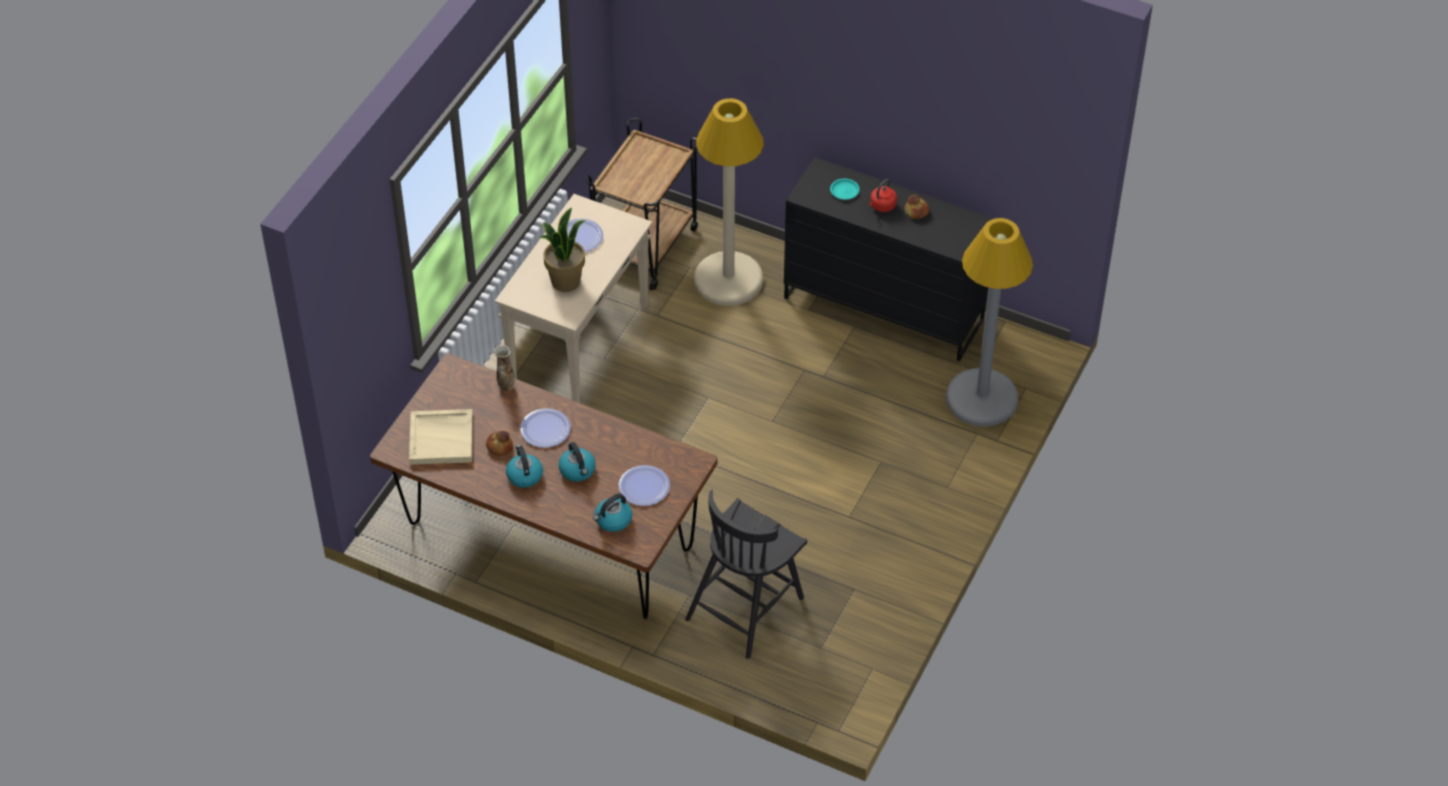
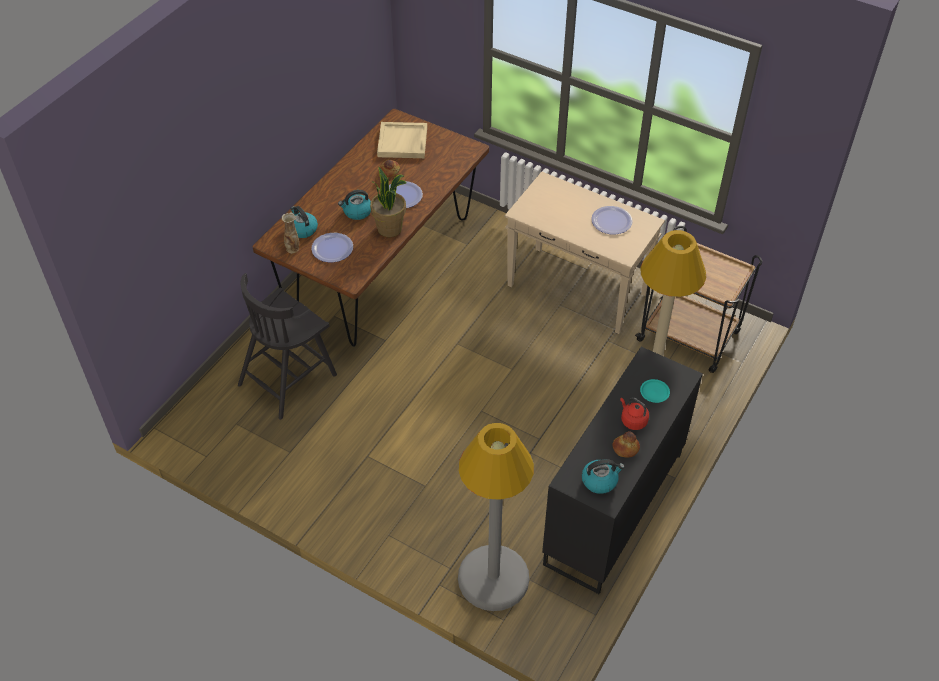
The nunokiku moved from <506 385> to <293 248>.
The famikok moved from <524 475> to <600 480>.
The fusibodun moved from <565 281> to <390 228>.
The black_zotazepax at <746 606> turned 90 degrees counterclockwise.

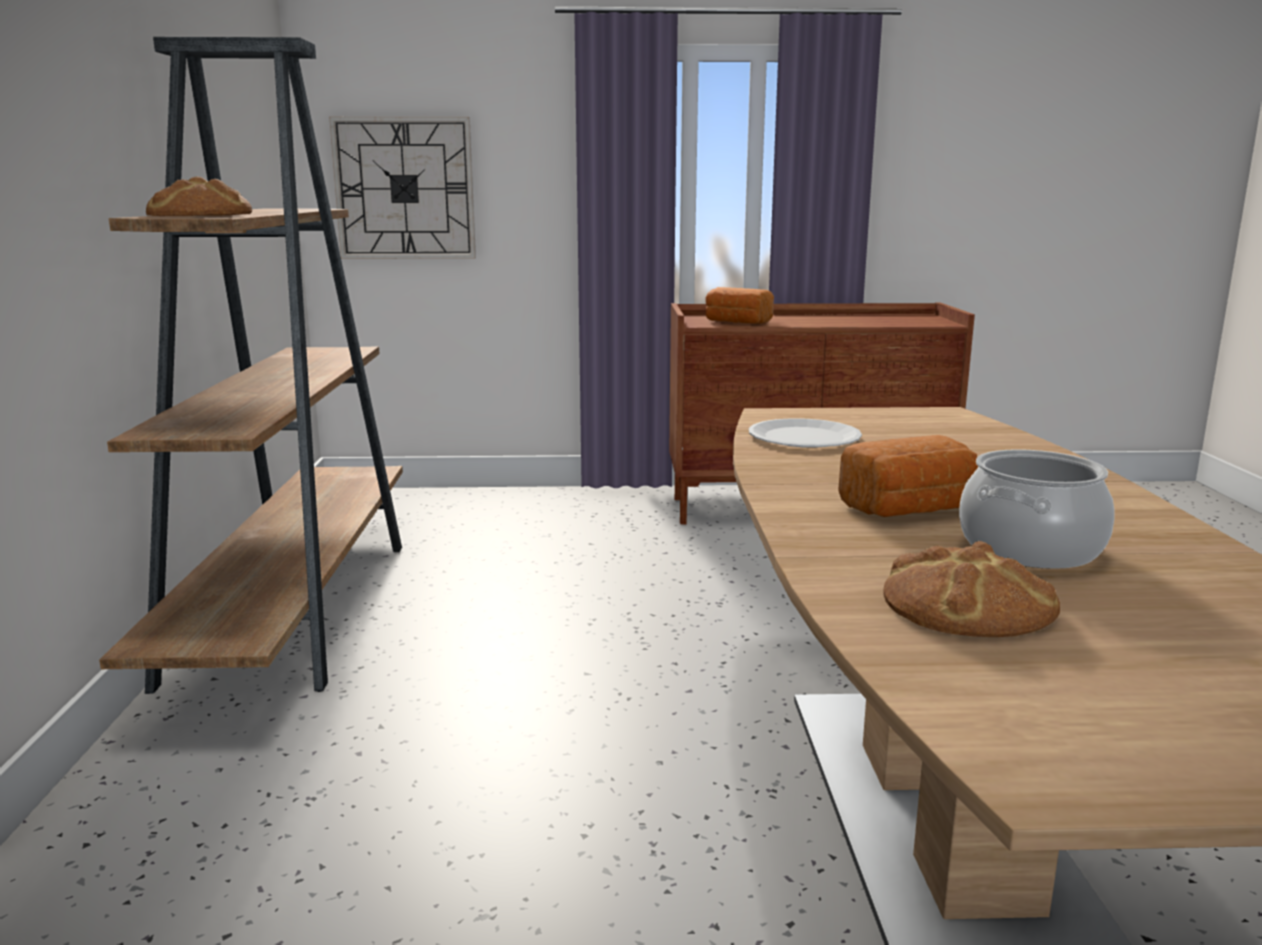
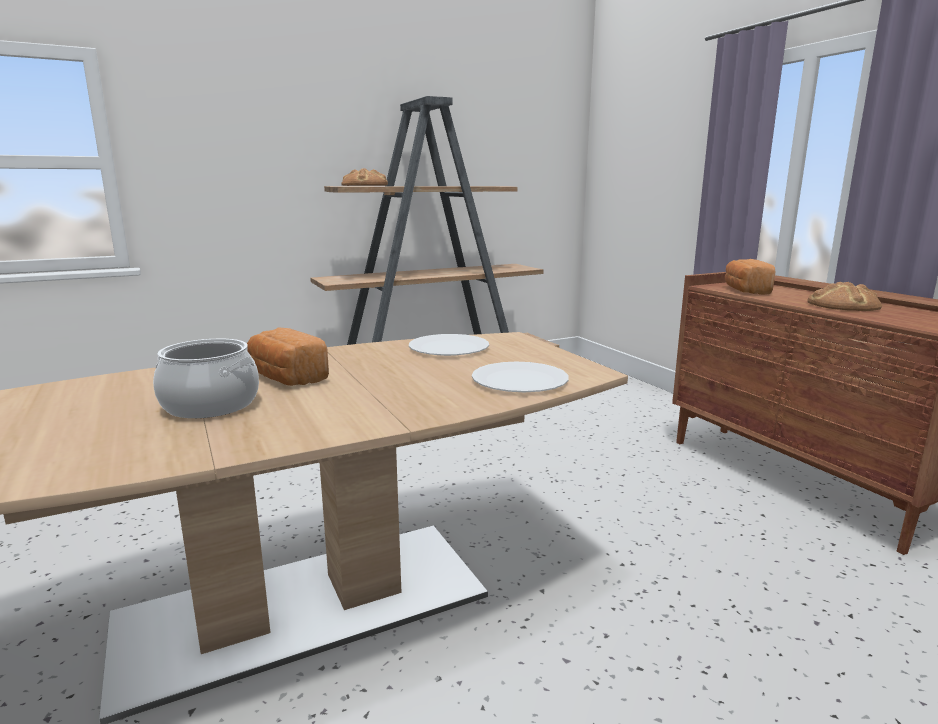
The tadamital at <404 189> disappeared.
The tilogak moved from <966 604> to <843 305>.
The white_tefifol at <520 380> appeared.

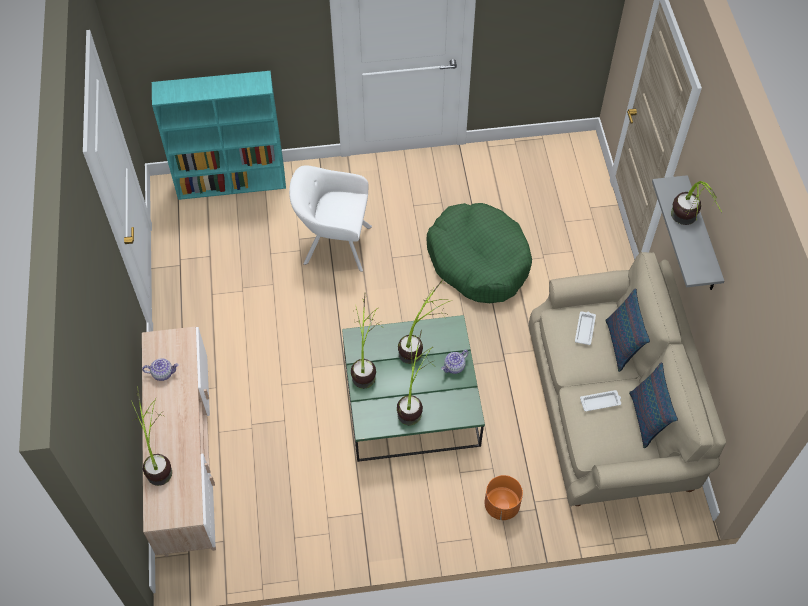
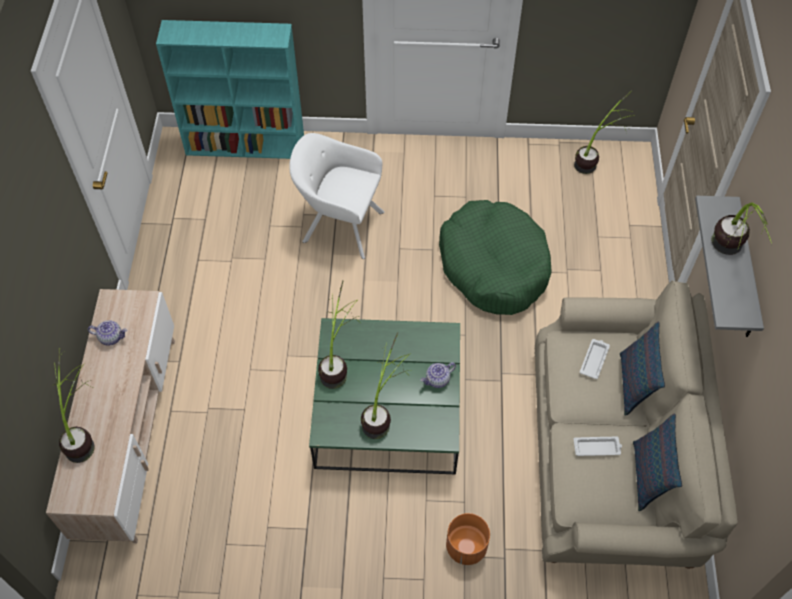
The fusibodun moved from <420 344> to <595 159>.

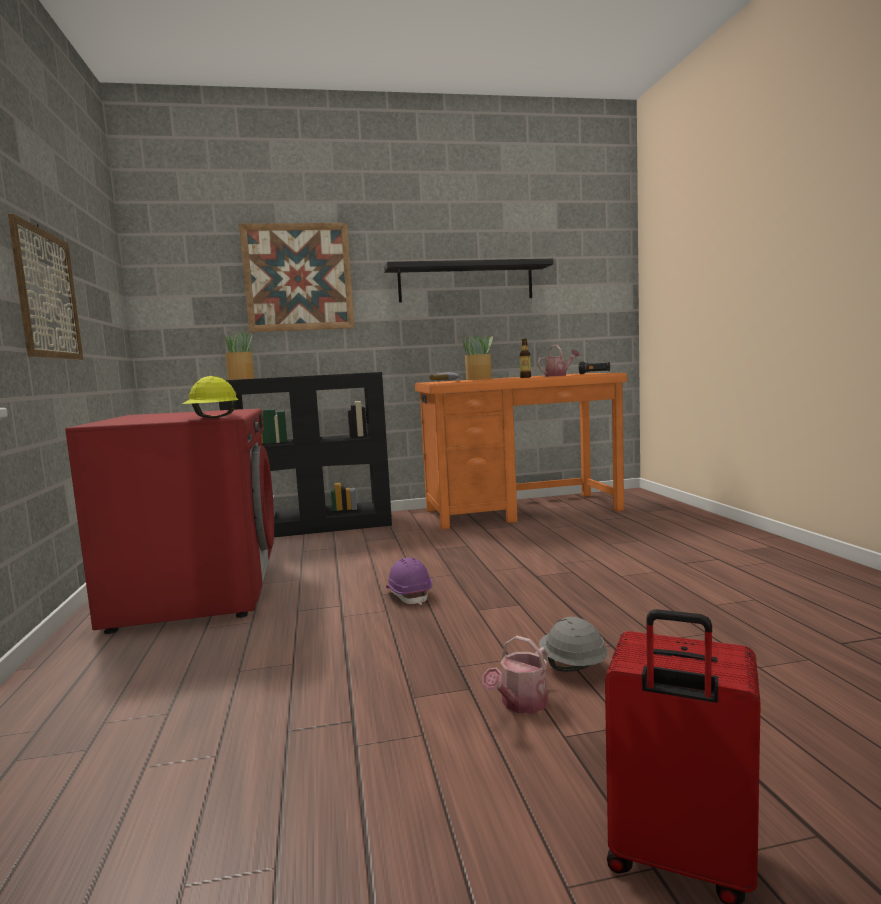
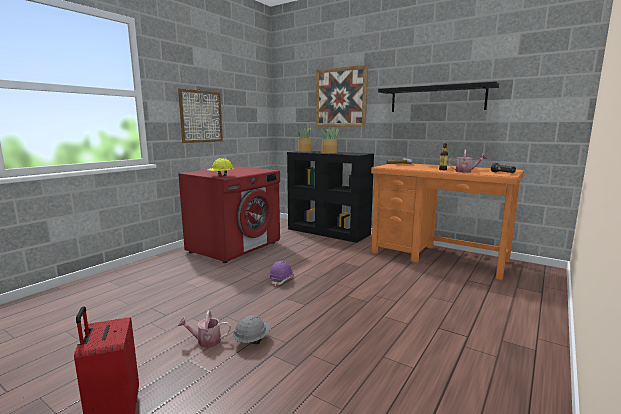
The fusibodun moved from <479 379> to <329 153>.

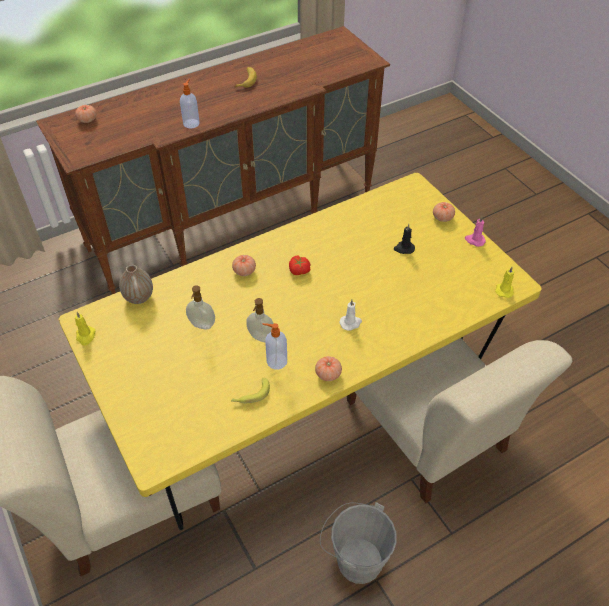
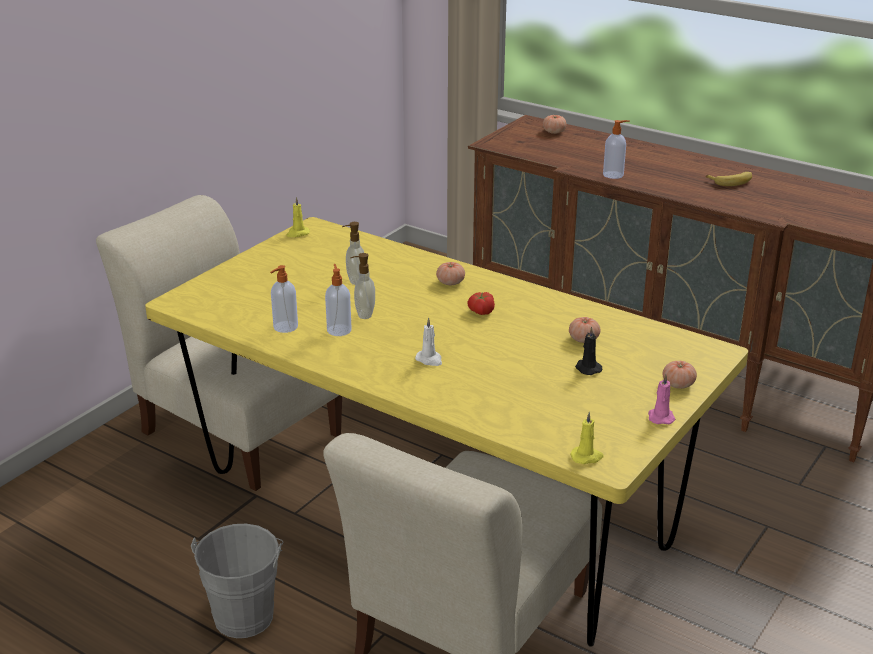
The nunokiku at <139 297> disappeared.
The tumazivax at <250 395> was replaced by the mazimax at <285 327>.
The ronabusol moved from <328 374> to <583 339>.

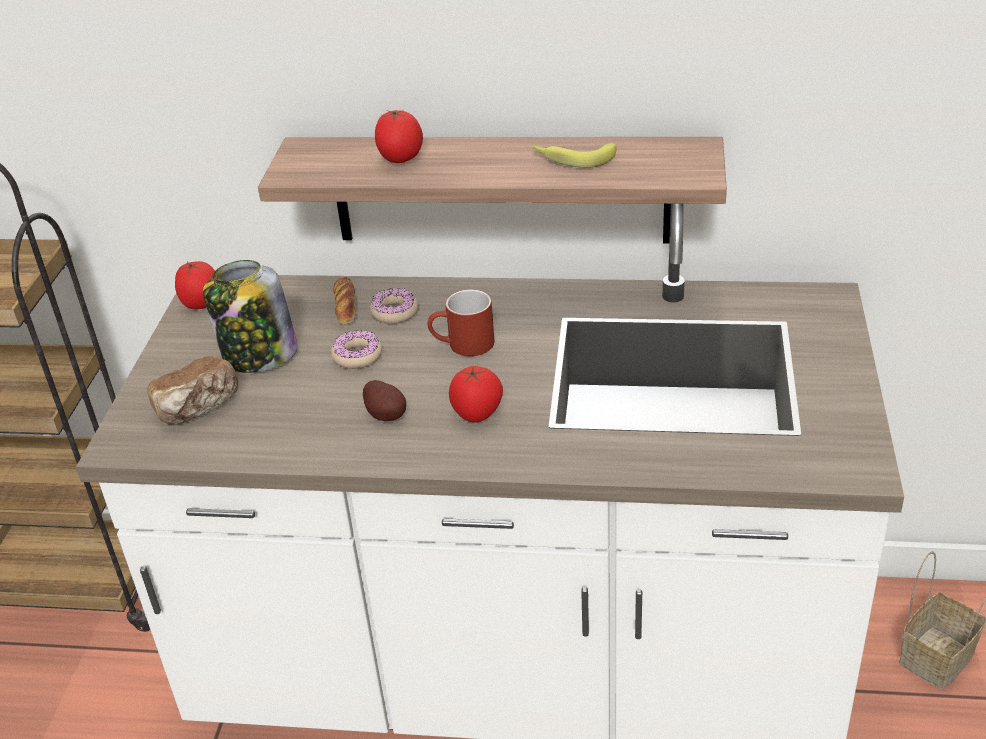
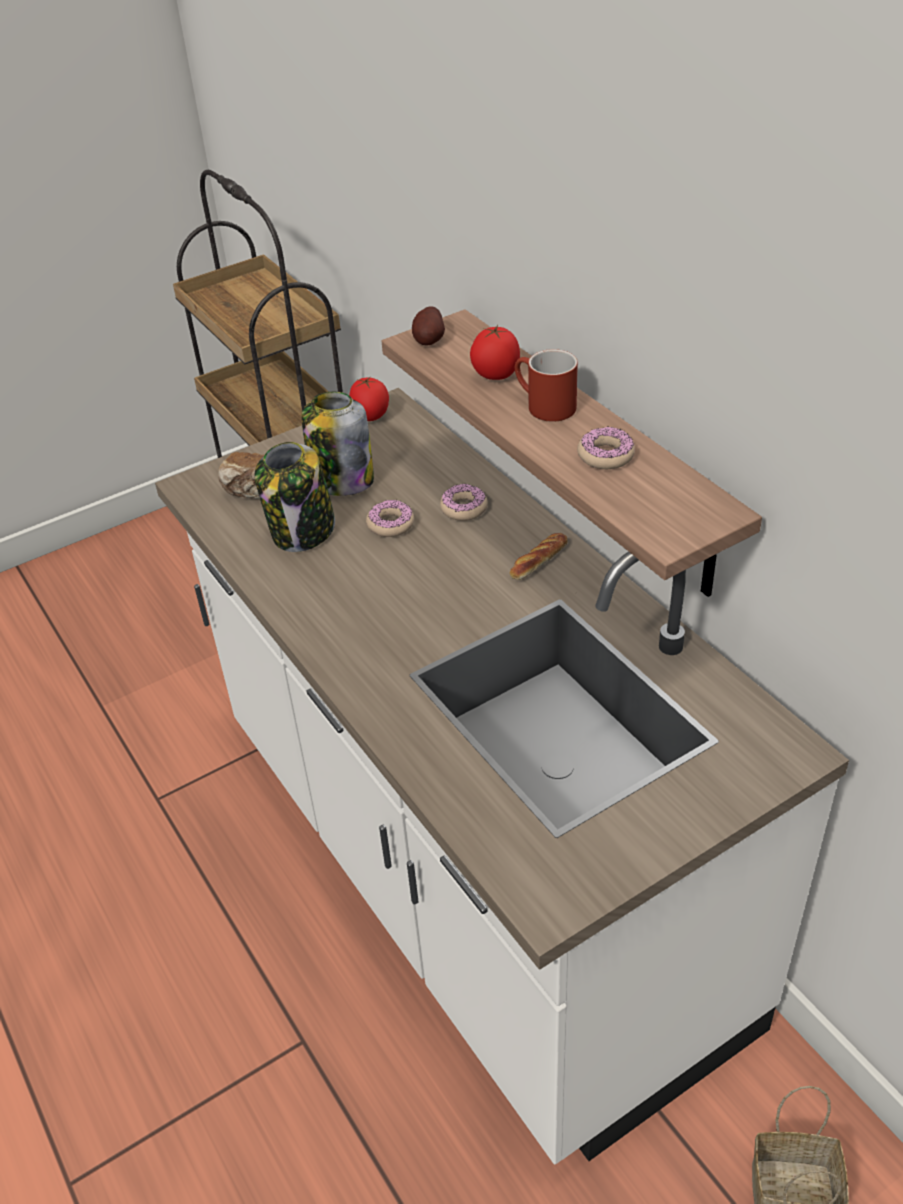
The tilogak moved from <345 305> to <539 561>.
The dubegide moved from <386 414> to <429 340>.
The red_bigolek moved from <463 346> to <543 406>.
The ronabusol at <477 414> disappeared.
The tumazivax at <573 159> was replaced by the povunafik at <605 455>.
The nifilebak at <302 531> appeared.

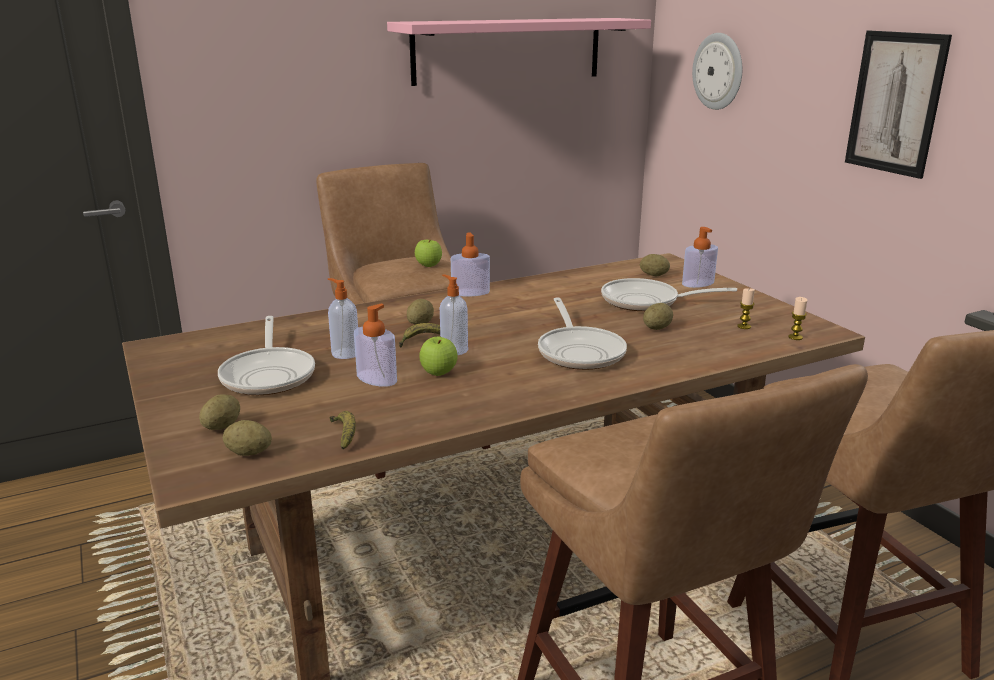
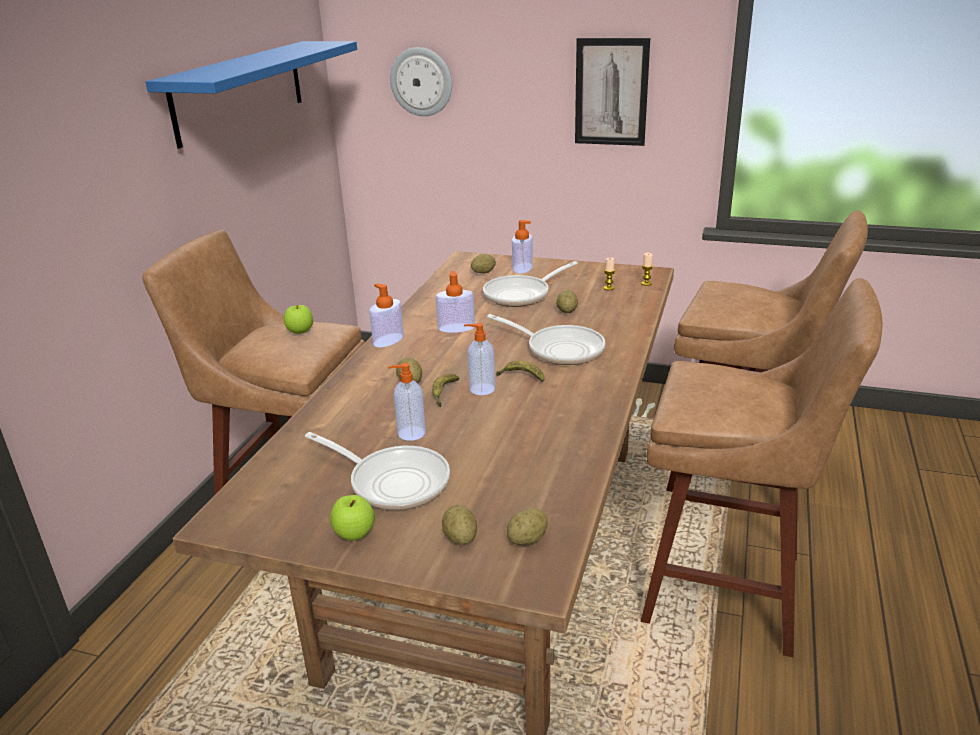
The tumazivax moved from <344 435> to <521 377>.
The mazimax moved from <377 378> to <456 328>.
The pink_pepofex at <508 50> became the blue_pepofex at <240 91>.
The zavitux moved from <439 373> to <354 534>.

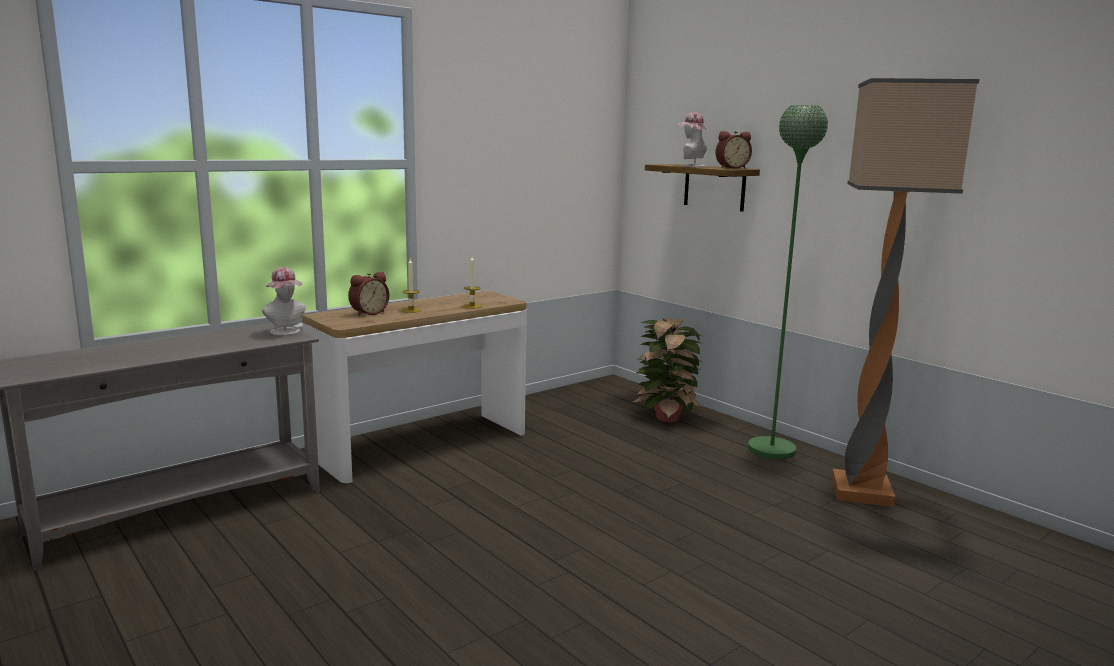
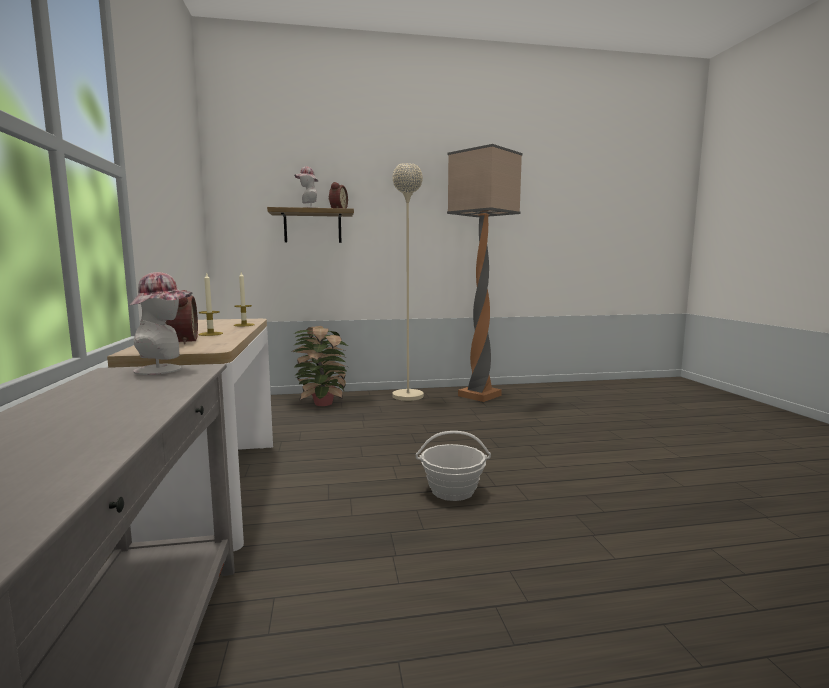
The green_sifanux at <772 450> became the beige_sifanux at <408 396>.
The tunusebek at <452 491> appeared.

